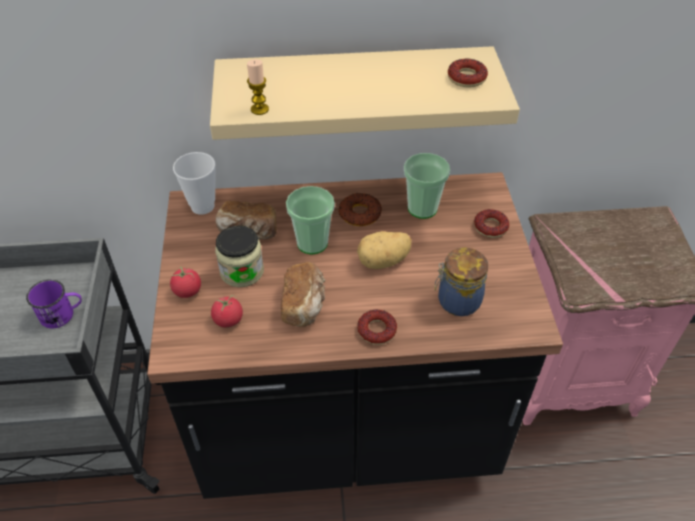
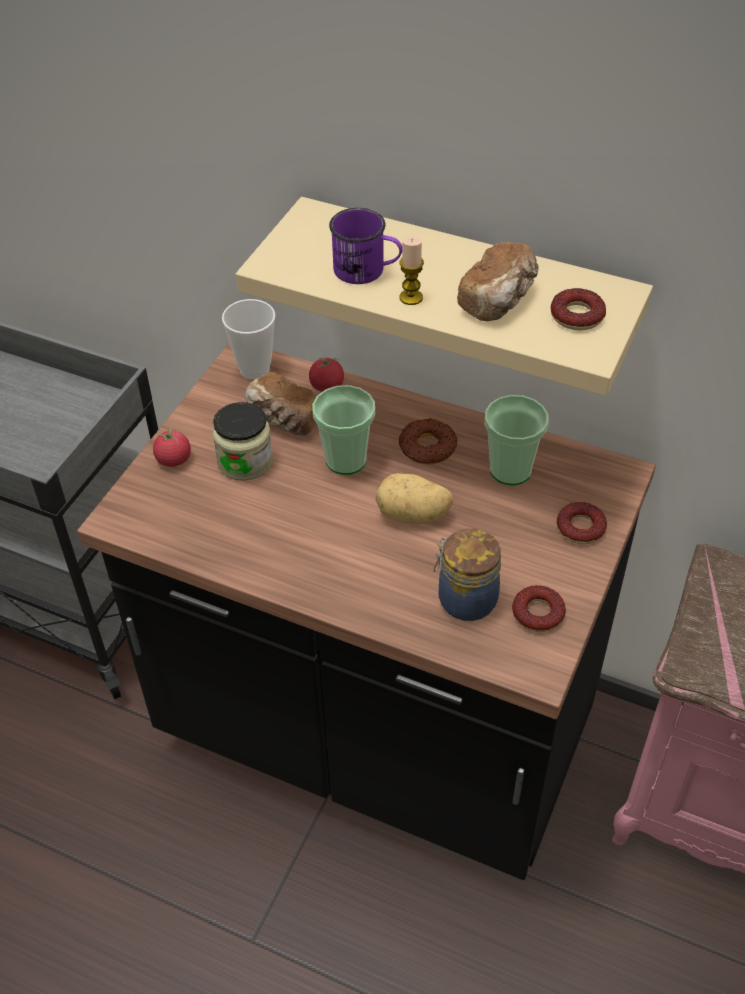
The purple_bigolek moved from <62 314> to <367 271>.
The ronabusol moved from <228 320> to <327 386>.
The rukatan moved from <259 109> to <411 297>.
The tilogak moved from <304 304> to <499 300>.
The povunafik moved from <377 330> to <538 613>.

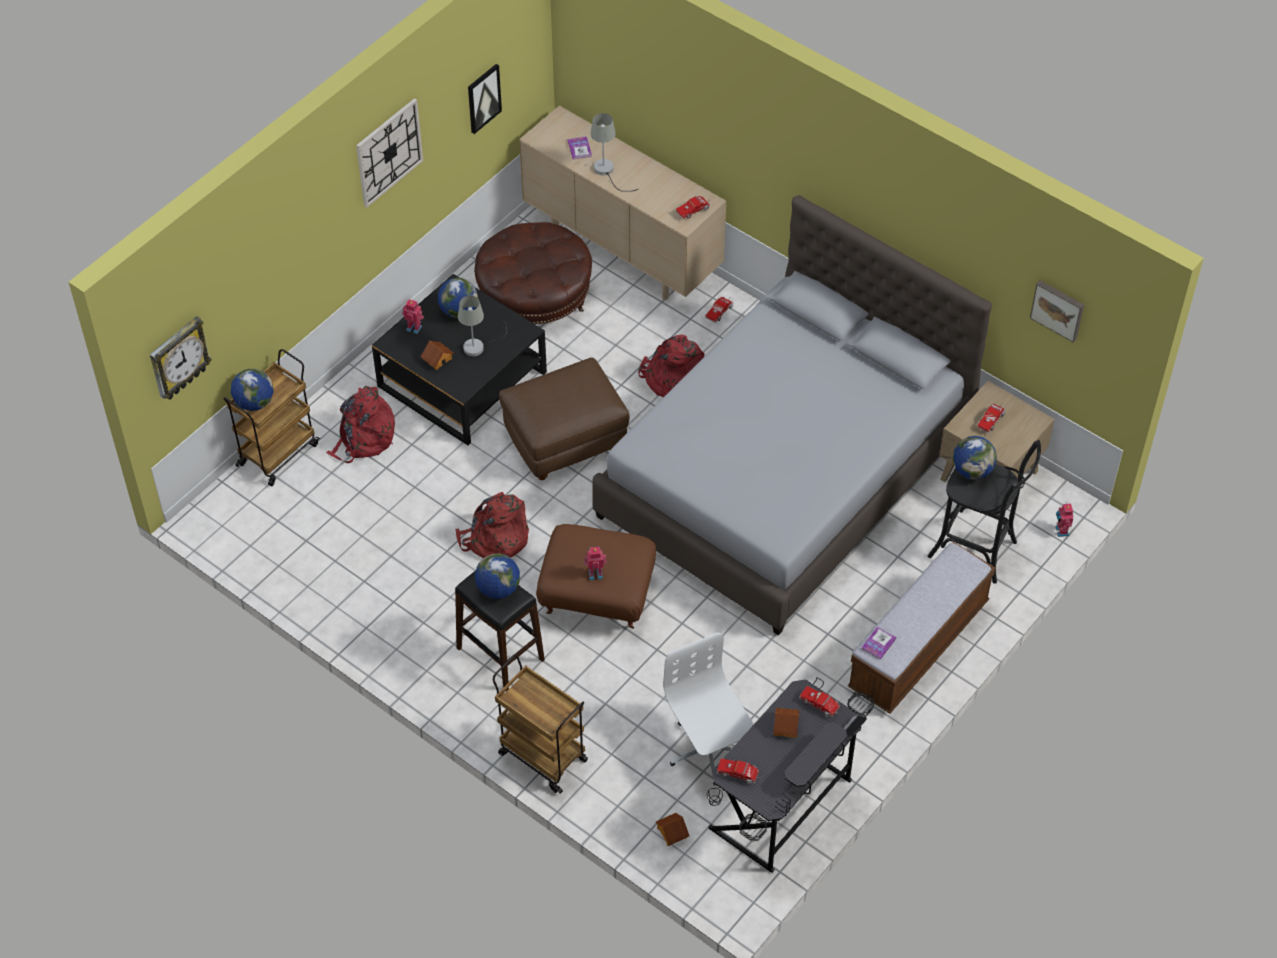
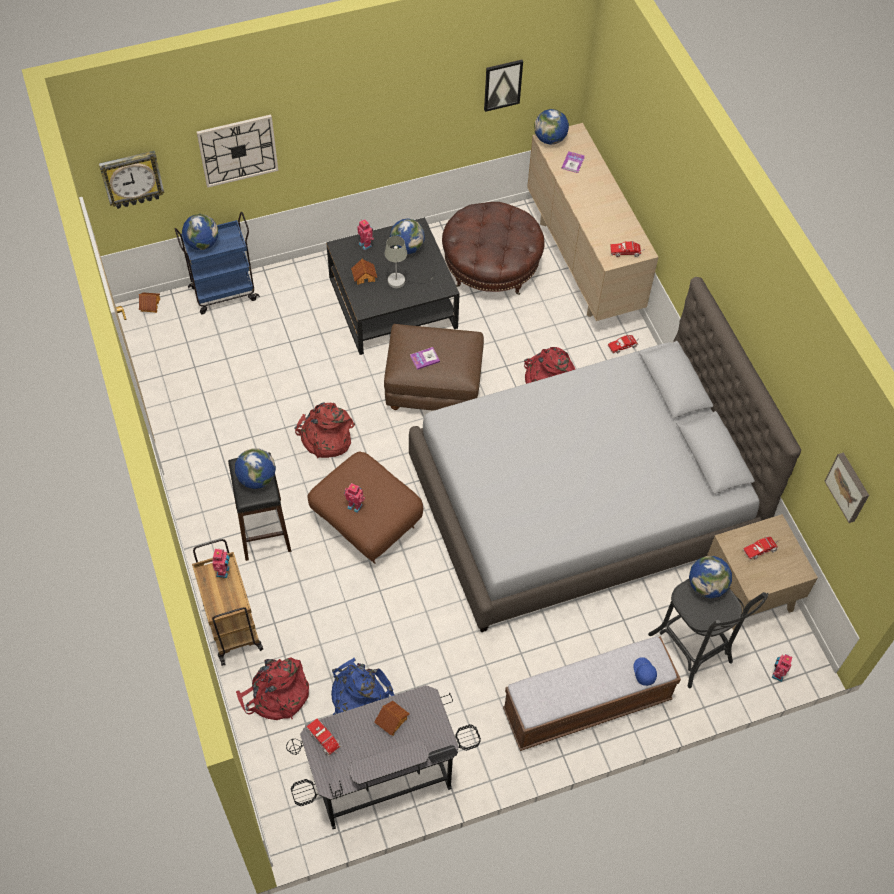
The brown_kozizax at <279 454> became the blue_kozizax at <224 293>.
The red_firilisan moved from <363 439> to <276 695>.
The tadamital moved from <389 152> to <238 150>.
The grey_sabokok at <607 172> disappeared.
The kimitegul moved from <671 832> to <150 305>.
The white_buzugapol at <708 750> was replaced by the blue_firilisan at <358 695>.
The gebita at <821 705> disappeared.
The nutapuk moved from <878 643> to <425 359>.
The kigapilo at <224 572> appeared.
The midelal at <550 139> appeared.
The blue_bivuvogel at <643 672> appeared.

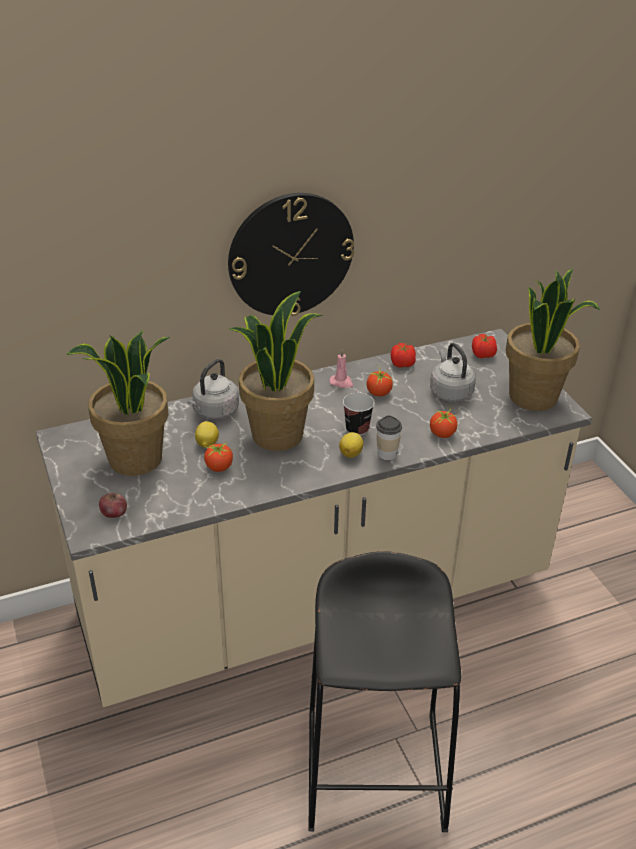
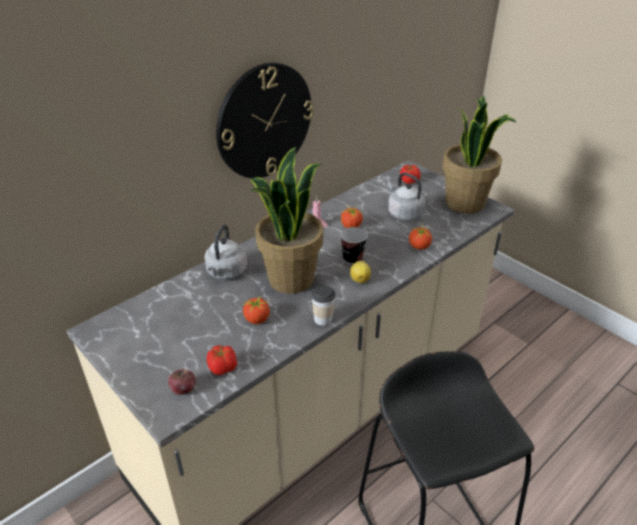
The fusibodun at <135 460> disappeared.
The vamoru at <207 444> disappeared.
The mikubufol moved from <387 454> to <323 319>.
The ronabusol moved from <403 364> to <223 368>.

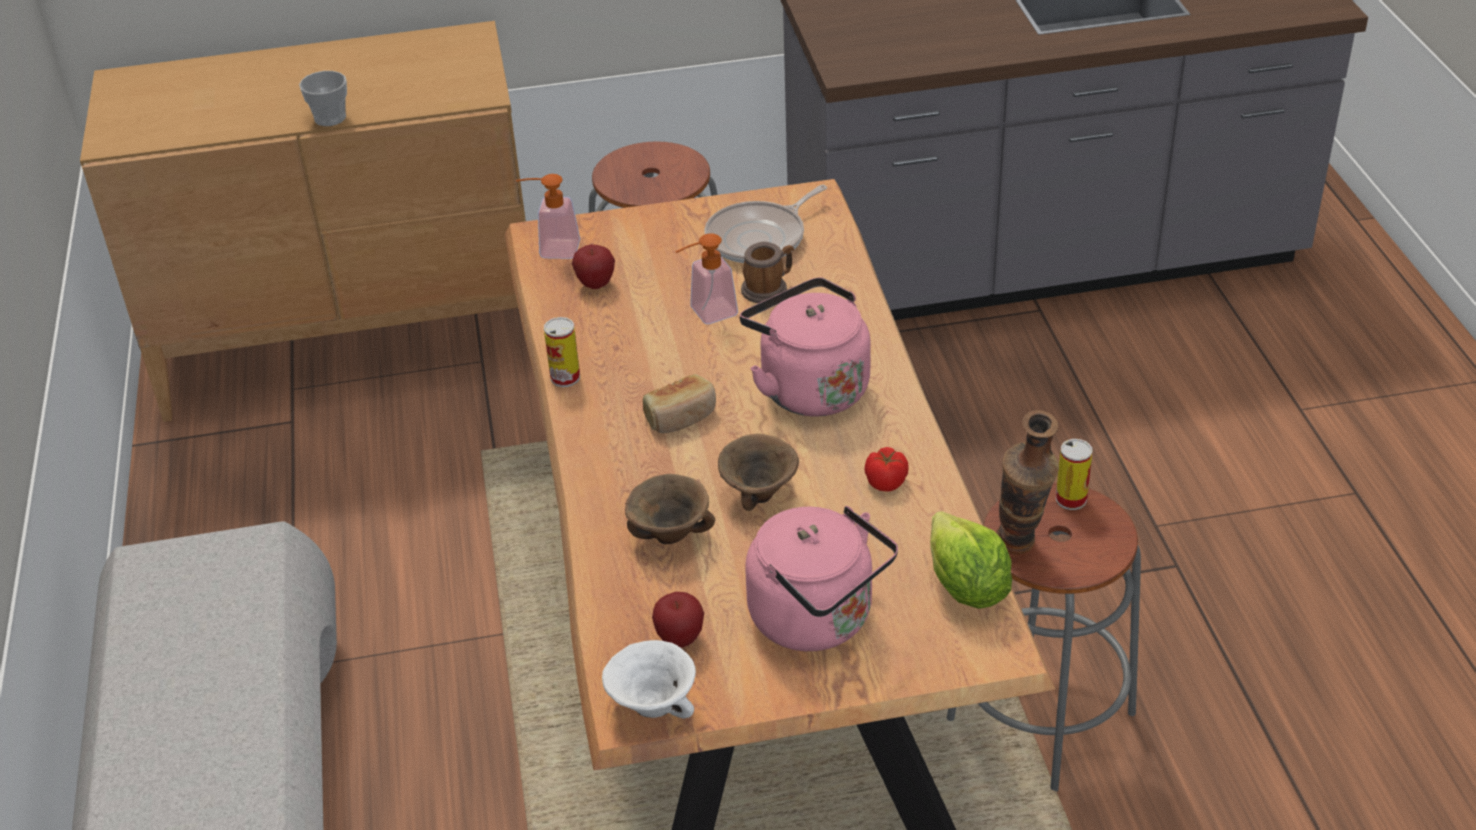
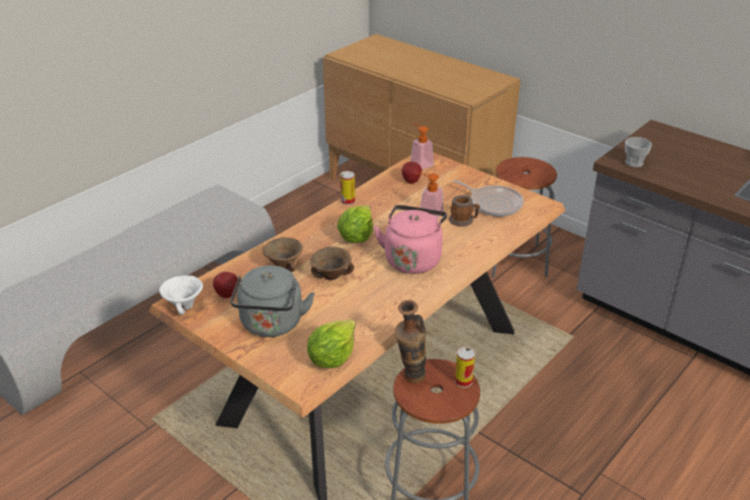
The mikubufol moved from <330 118> to <634 163>.
The tilogak at <681 417> was replaced by the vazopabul at <356 237>.
The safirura at <760 238> turned 150 degrees counterclockwise.
The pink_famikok at <818 620> became the grey_famikok at <271 325>.
The ronabusol at <887 482> disappeared.

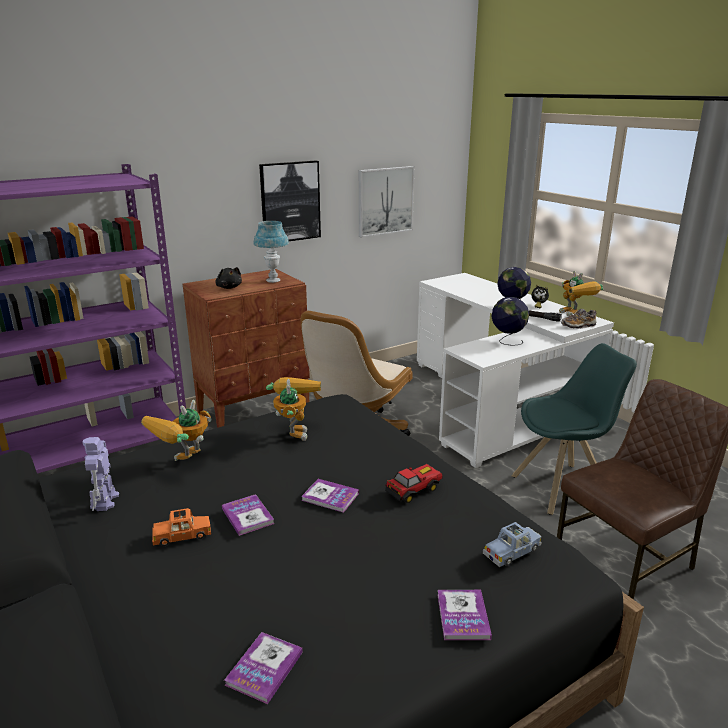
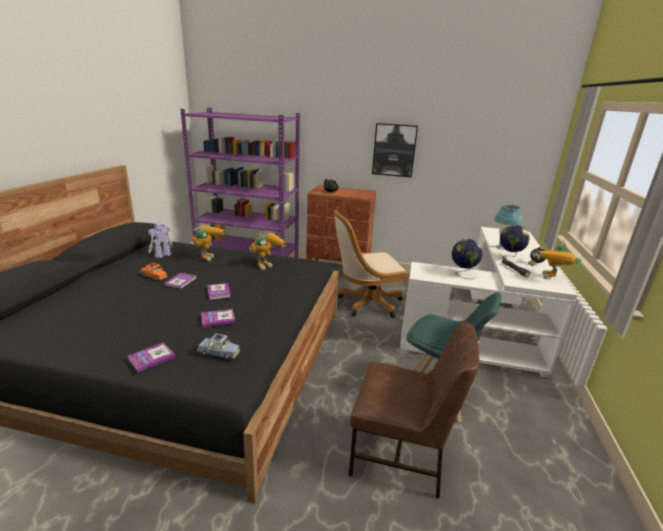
The kigapilo at <184 463> turned 105 degrees clockwise.
The nutapuk moved from <264 668> to <218 319>.
The blue_sabokok moved from <273 280> to <501 247>.
The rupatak at <385 201> disappeared.
The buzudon at <414 489> disappeared.
The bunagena at <578 326> disappeared.

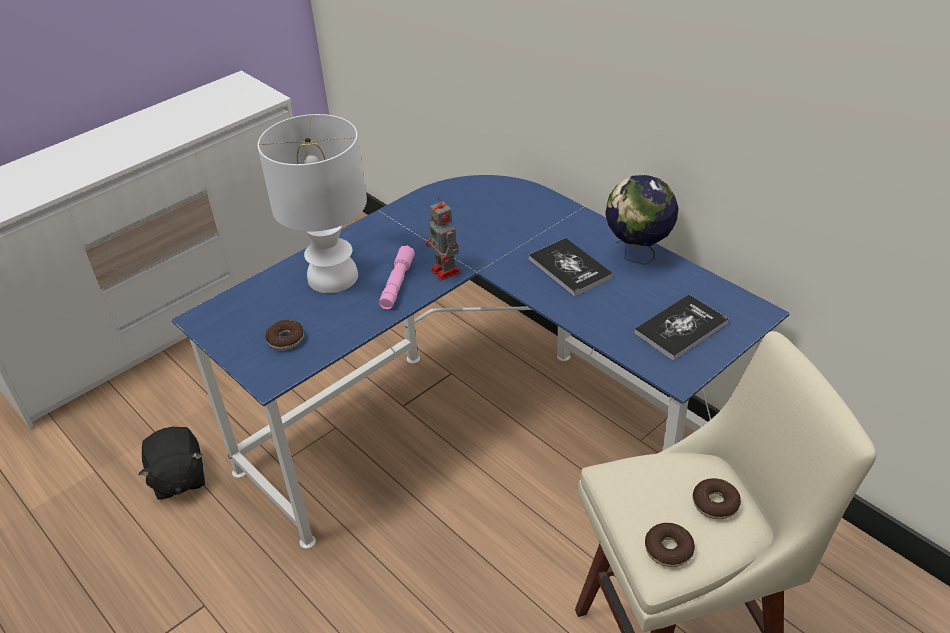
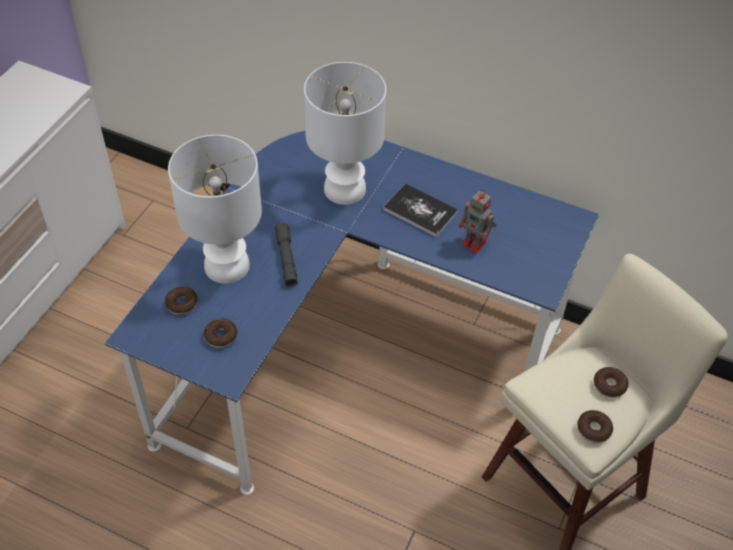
The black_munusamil at <178 478> disappeared.
The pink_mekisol at <397 283> became the grey_mekisol at <286 259>.
The kigapilo moved from <446 272> to <475 244>.
The midelal at <637 255> disappeared.
The nutapuk at <681 328> disappeared.
The povunafik at <182 304> appeared.
The white_sabokok at <344 190> appeared.

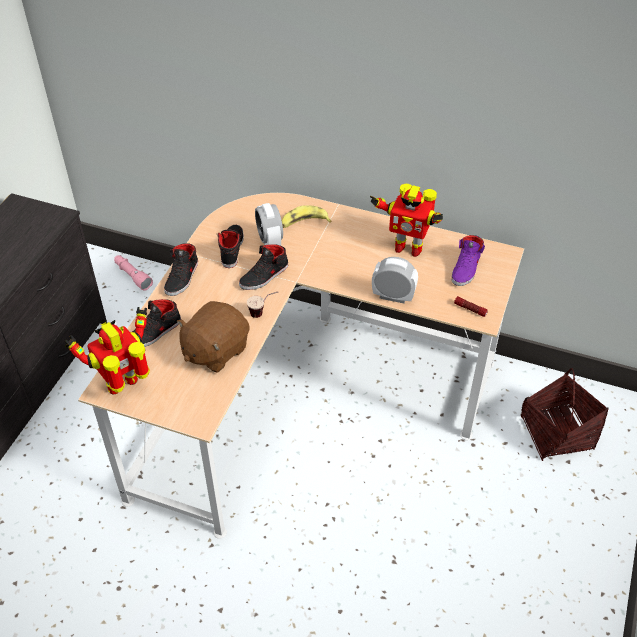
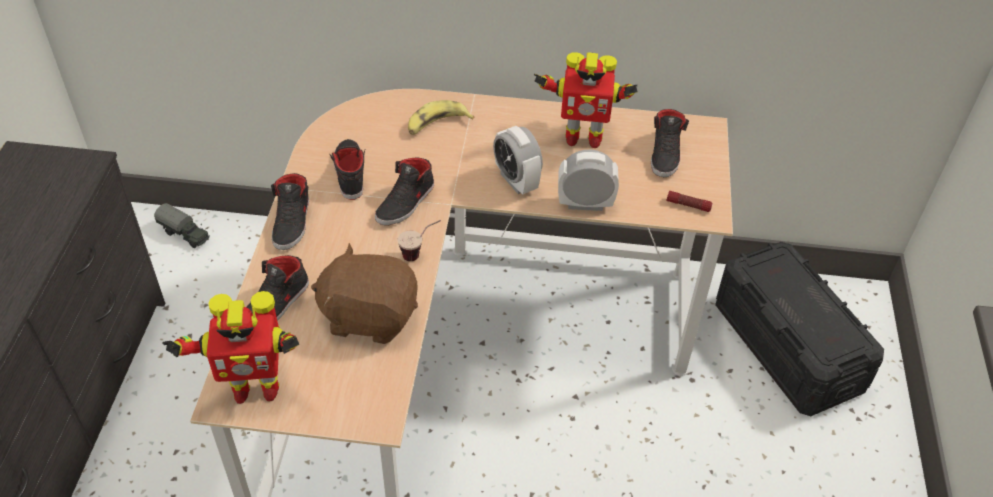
The kigapilo at <125 385> turned 135 degrees counterclockwise.
The pink_mekisol at <132 276> was replaced by the gebita at <185 234>.
The brown_munusamil at <215 350> turned 75 degrees clockwise.
The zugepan moved from <270 243> to <516 181>.
The purple_bunagena at <466 269> became the black_bunagena at <665 154>.
The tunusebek at <556 433> was replaced by the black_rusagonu at <787 346>.

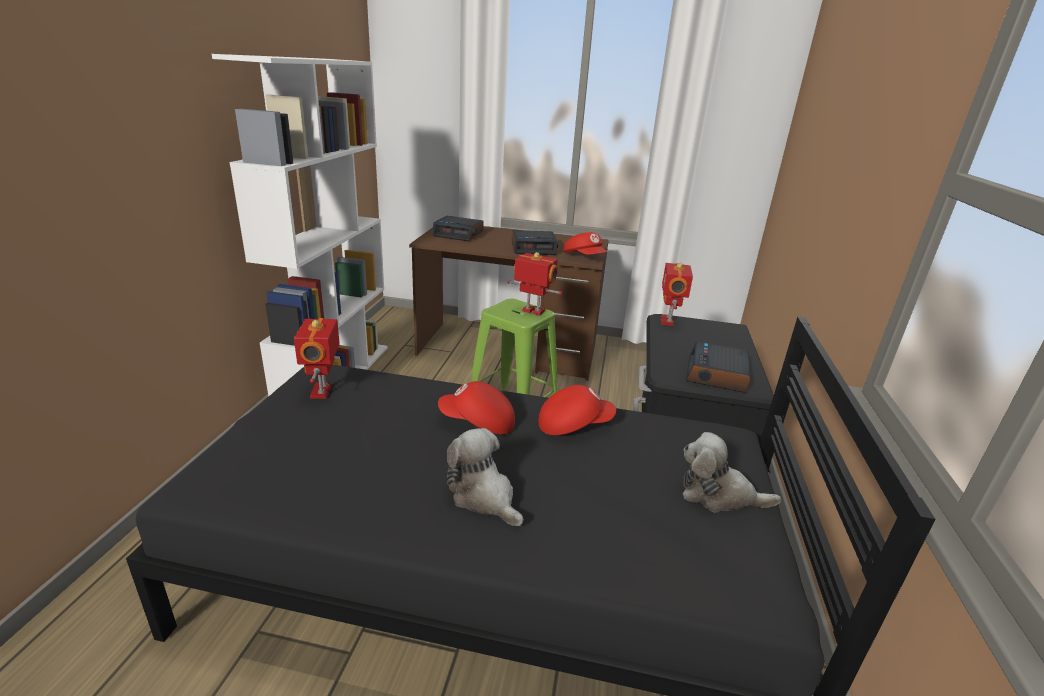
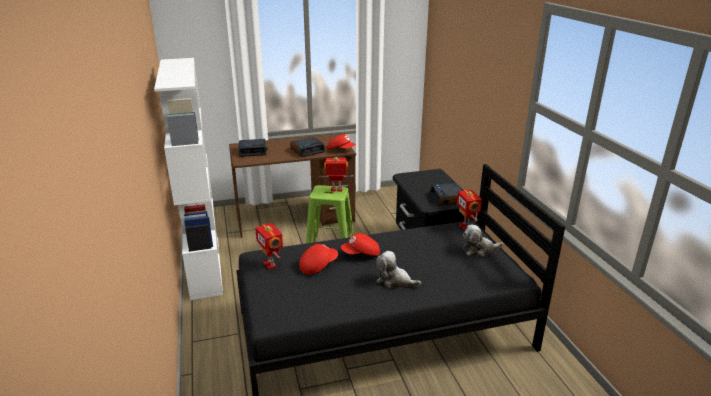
The red_bivuvogel moved from <573 424> to <318 265>.
The kigapilo moved from <668 321> to <466 226>.

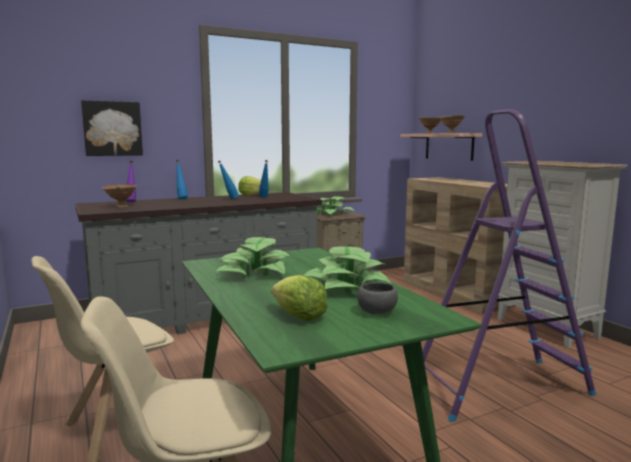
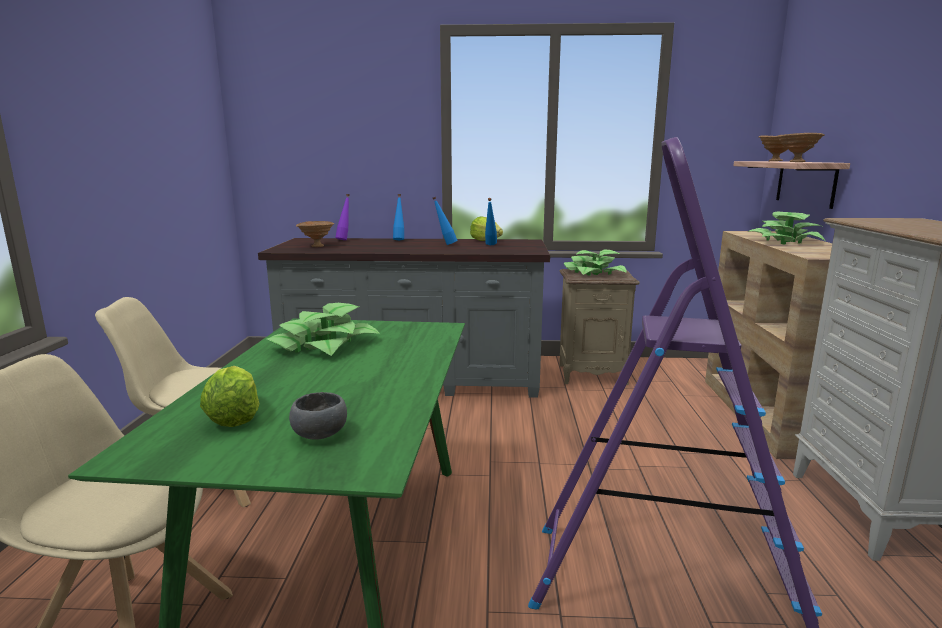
The rupatak at <112 128> disappeared.
The fusibodun moved from <346 285> to <783 241>.

